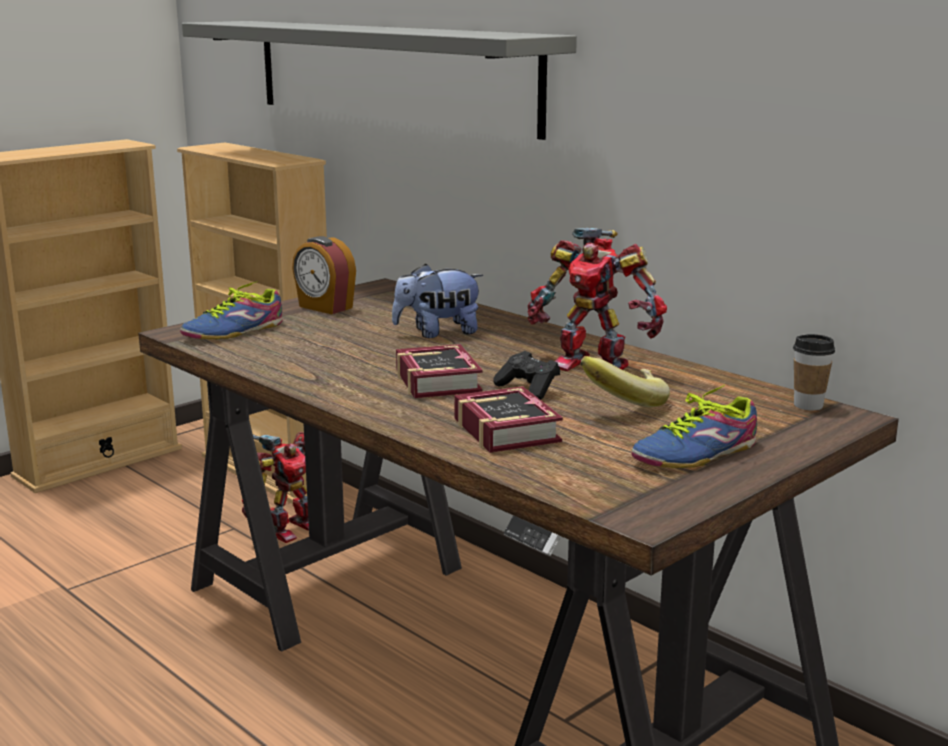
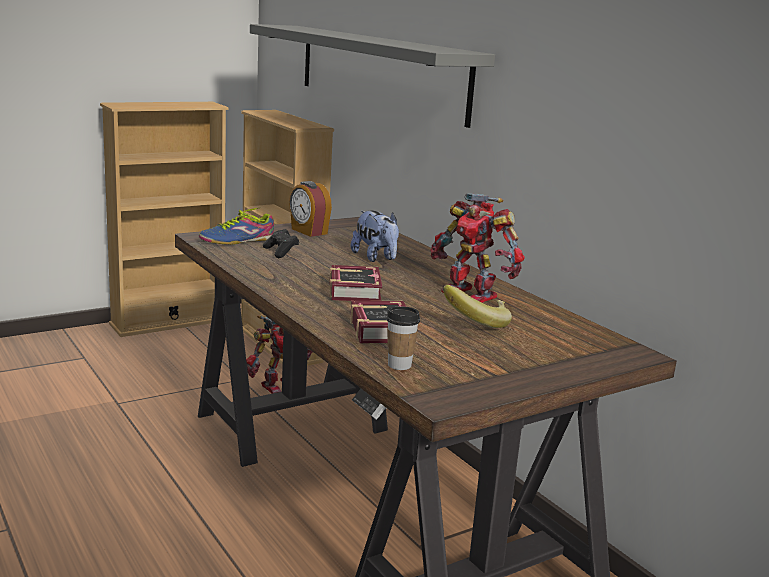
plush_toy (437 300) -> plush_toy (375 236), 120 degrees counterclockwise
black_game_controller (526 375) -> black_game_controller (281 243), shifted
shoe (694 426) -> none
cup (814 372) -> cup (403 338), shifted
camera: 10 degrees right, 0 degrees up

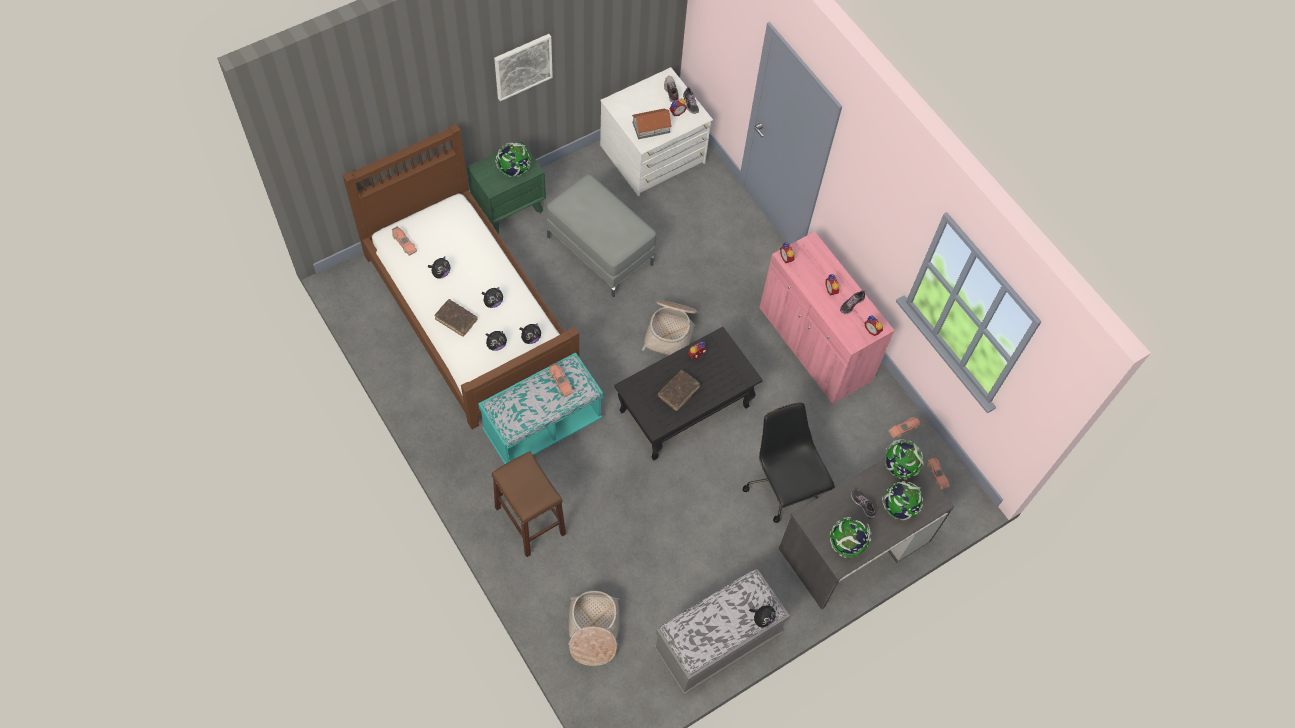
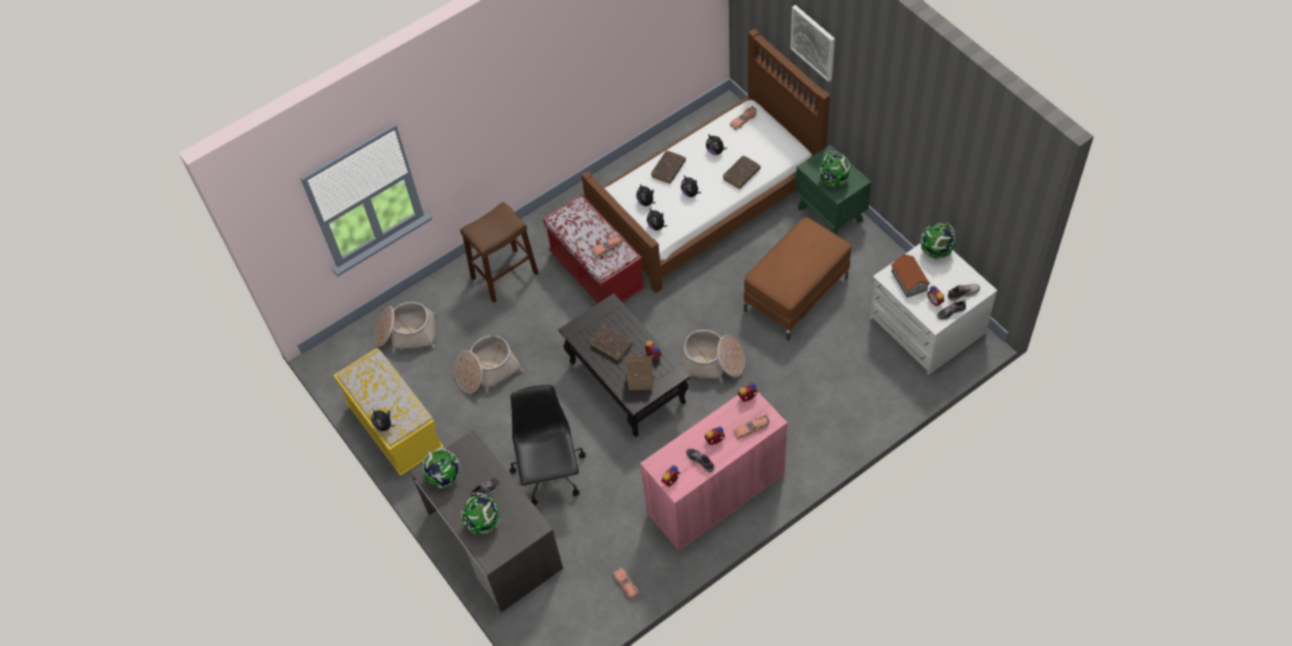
turquoise_bench (540 408) -> red_bench (594 248)
picture (523 67) -> picture (812 43), shifted
grey_ottoman (601 235) -> brown_ottoman (797 278)
grey_bench (722 632) -> yellow_bench (388 412)
black_office_chair (789 462) -> black_office_chair (547 445), 75 degrees counterclockwise
globe (904 459) -> globe (938 241), shifted
toy_car (938 473) -> toy_car (751 427), shifted
none -> basket (489 364)
none -> toy_house (640 373)
none -> brown_book (742 172)
camera: 95 degrees right, 5 degrees down

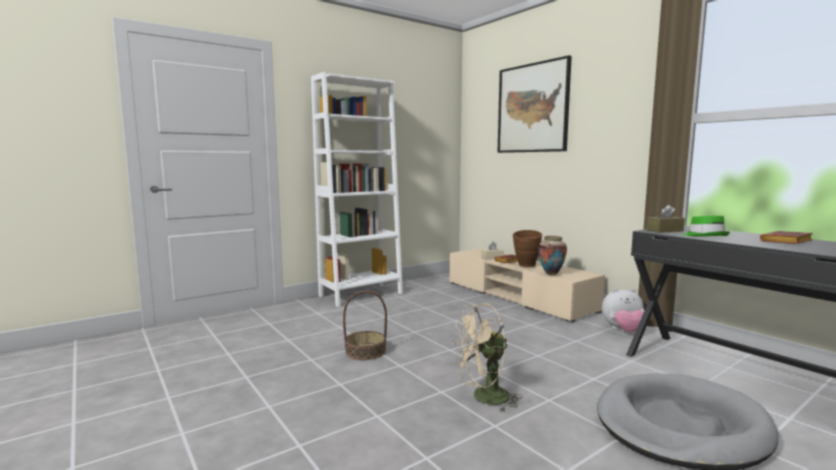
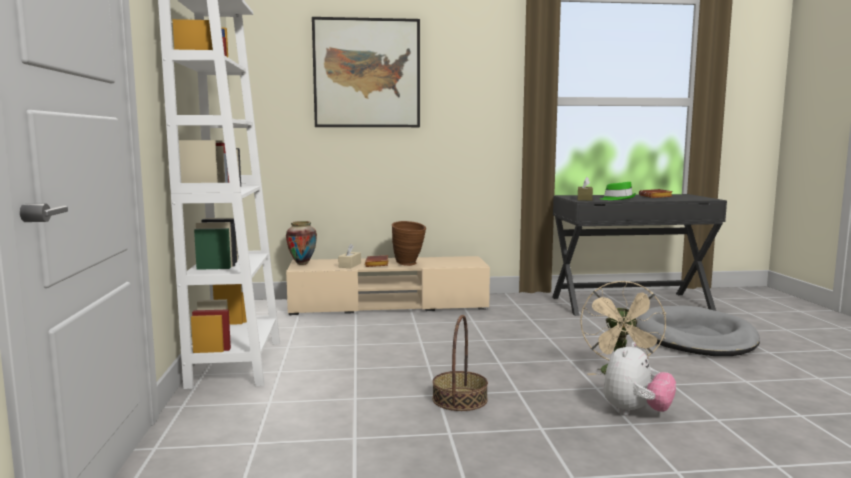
vase (552 256) -> vase (301 243), shifted
plush_toy (623 310) -> plush_toy (639 378), shifted
camera: 60 degrees left, 0 degrees up

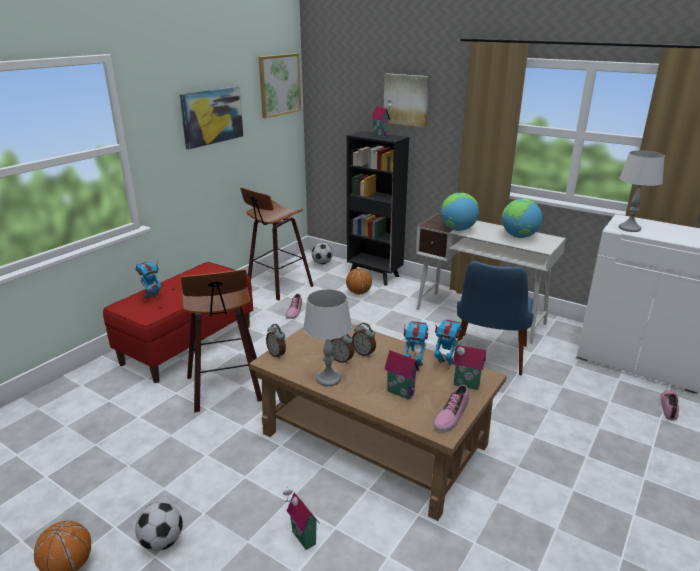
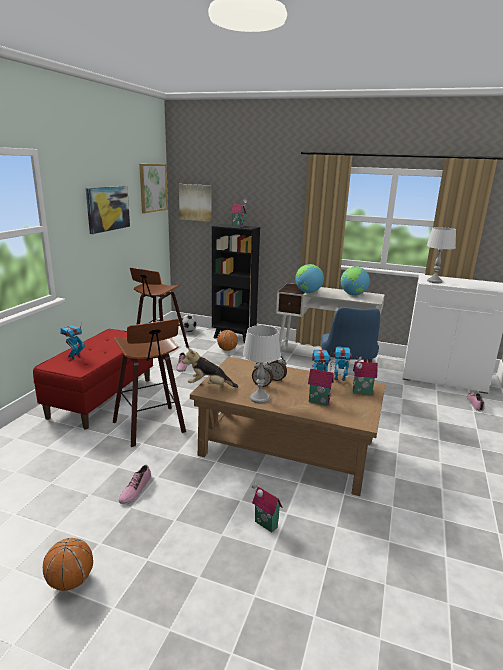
football (159 526) -> none
alarm_clock (276 341) -> plush_toy (210 367)
picture (406 100) -> picture (195 203), shifted
shoe (451 408) -> shoe (135 484), shifted
camera: 15 degrees left, 5 degrees down

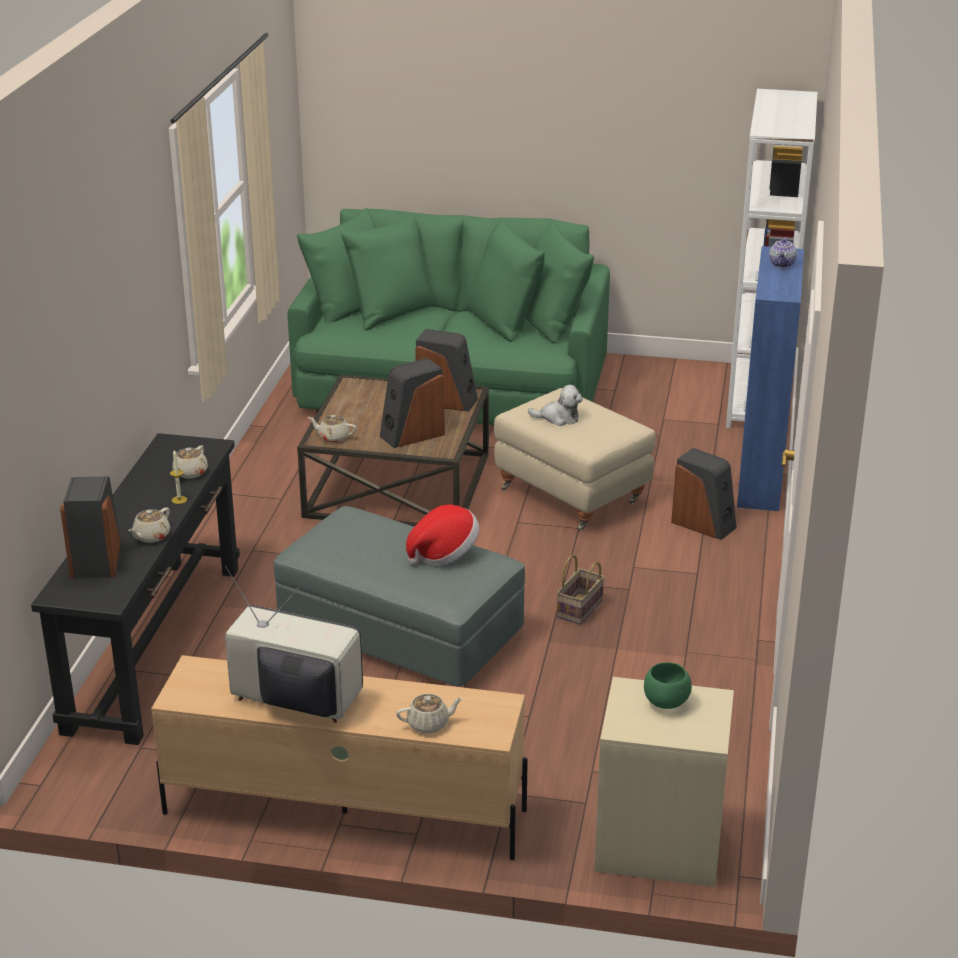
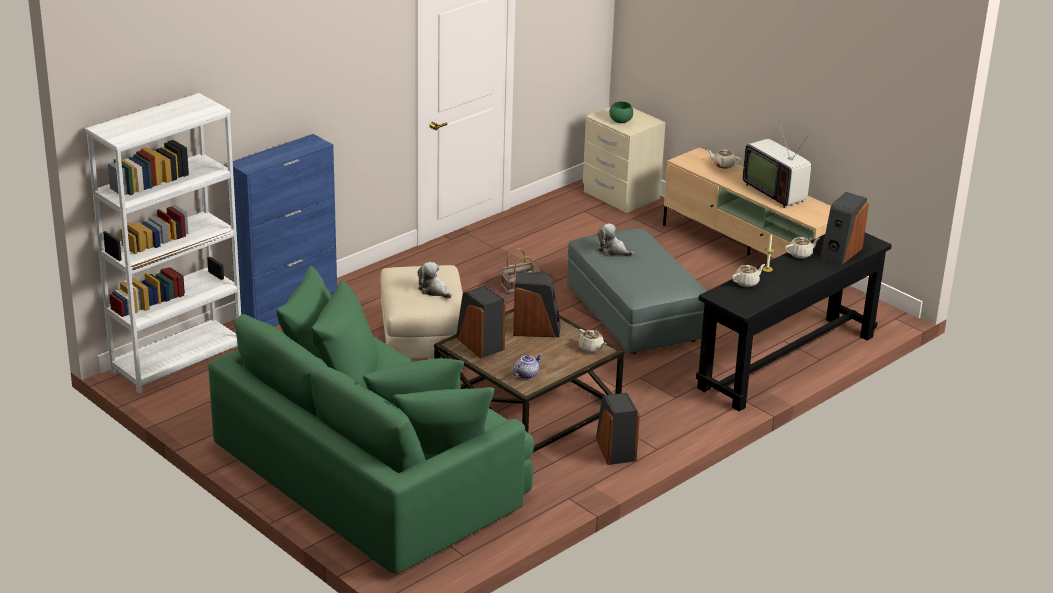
hat (442 535) -> plush_toy (615 240)
speaker (704 494) -> speaker (618 429), shifted
teapot (783 252) -> teapot (527 366), shifted
camera: 145 degrees left, 0 degrees up

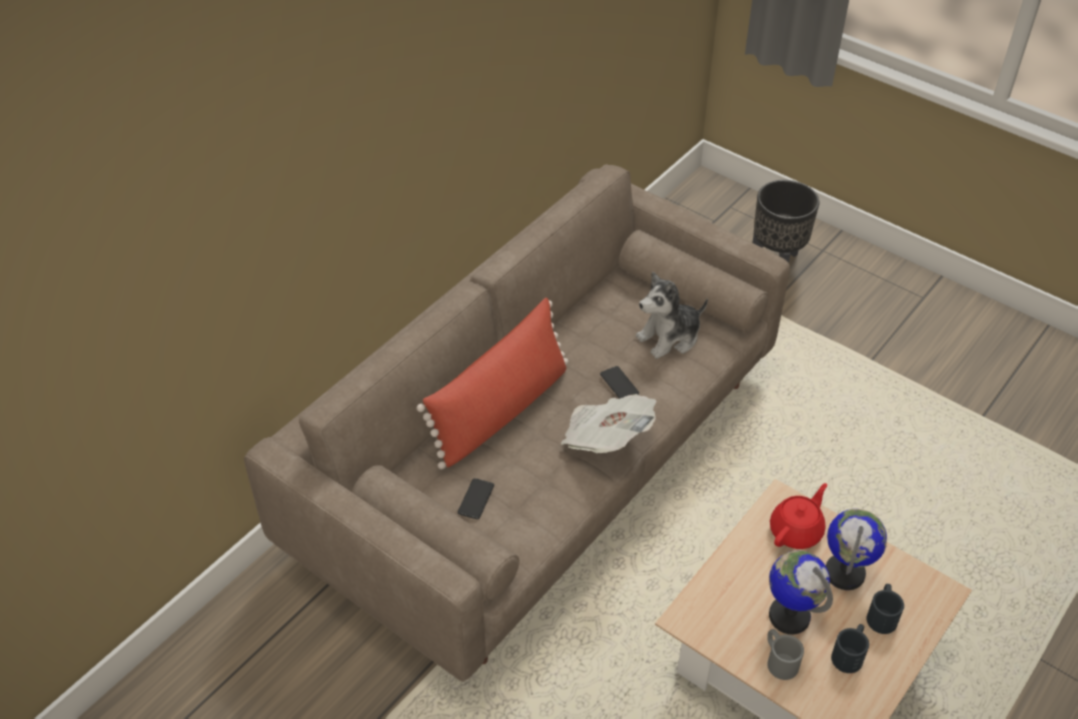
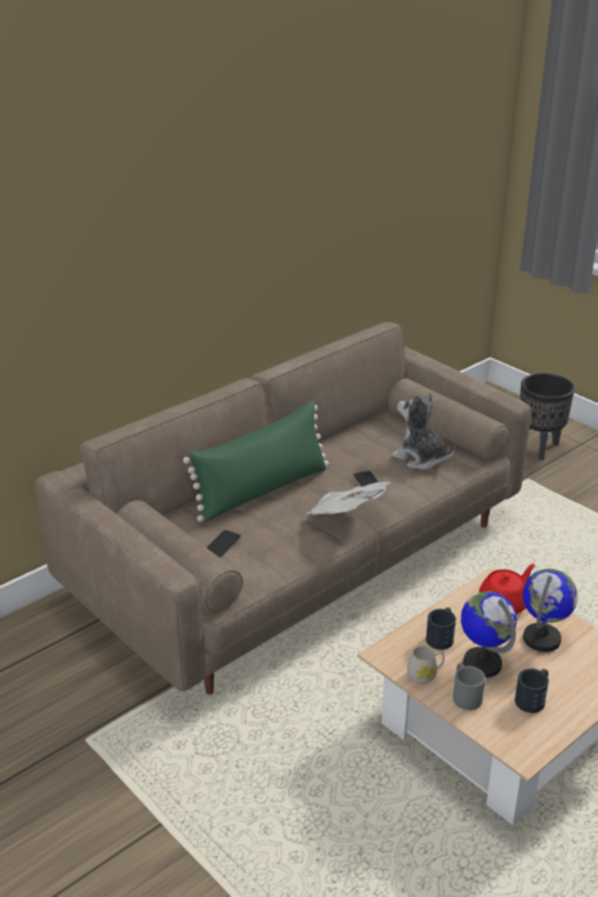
red_pillow (493 383) -> green_pillow (256 461)
plush_toy (672 315) -> plush_toy (423 431), 60 degrees clockwise
black_mug (885 609) -> black_mug (441 628), shifted
none -> white_mug (426 665)
camera: 10 degrees right, 15 degrees down

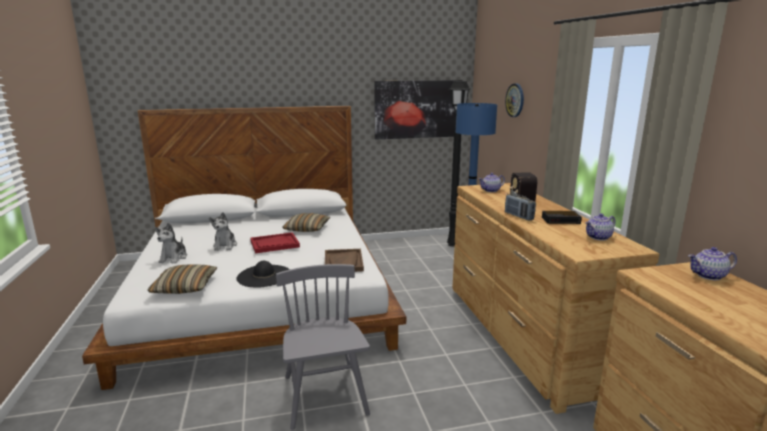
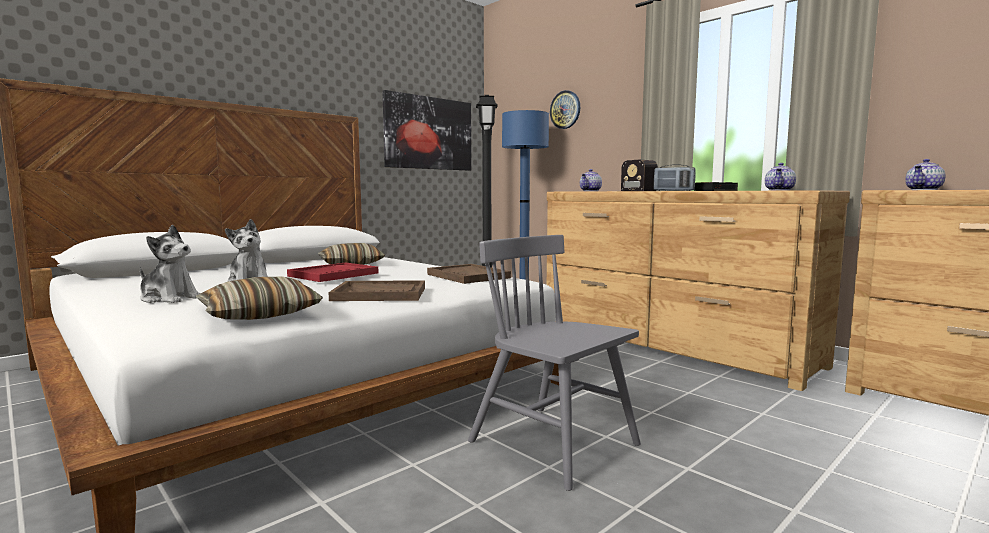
plush_toy (171 243) -> plush_toy (170 264), 45 degrees counterclockwise
black_hat (263 274) -> brown_tray (377 290)
camera: 30 degrees left, 10 degrees down

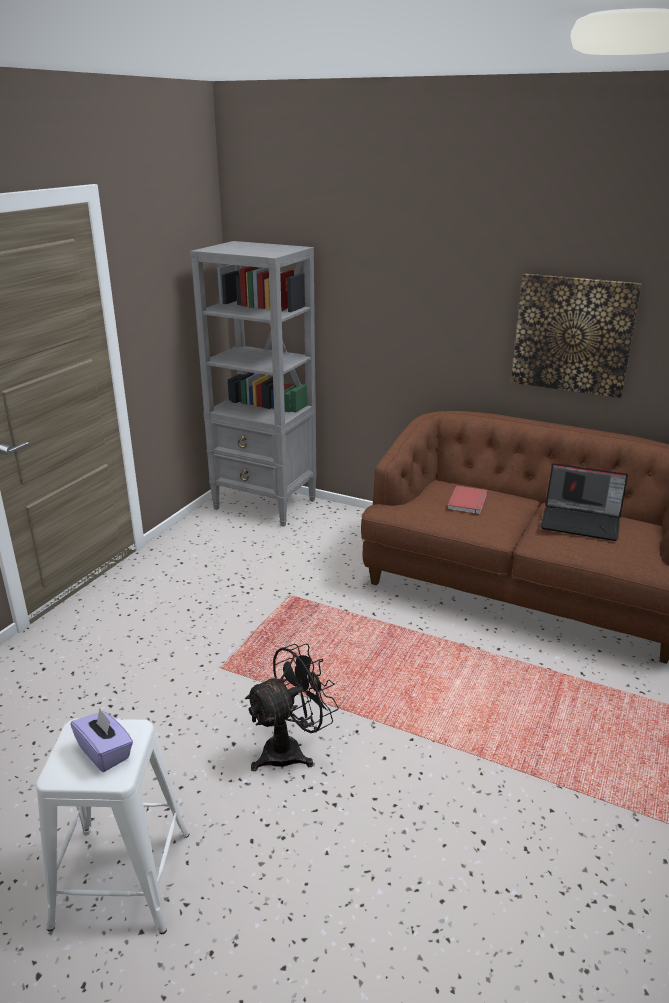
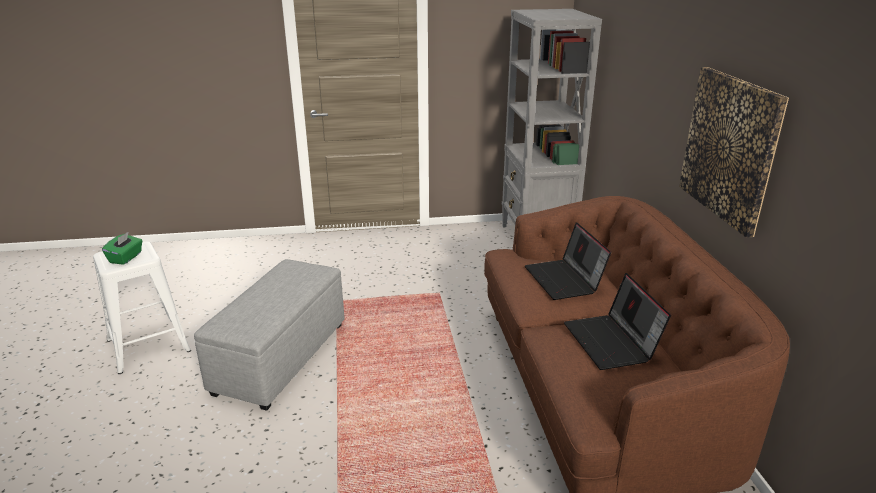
purple_tissue_box (101 740) -> green_tissue_box (122 248)
black_fan (292 707) -> grey_ottoman (269 335)
red_book (467 500) -> laptop (568 261)
camera: 55 degrees right, 0 degrees up

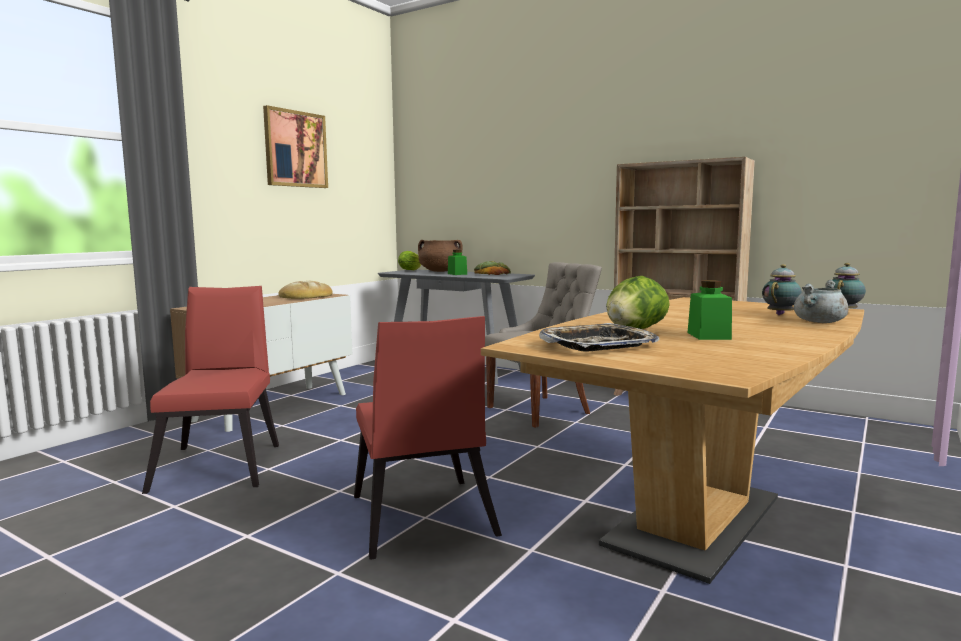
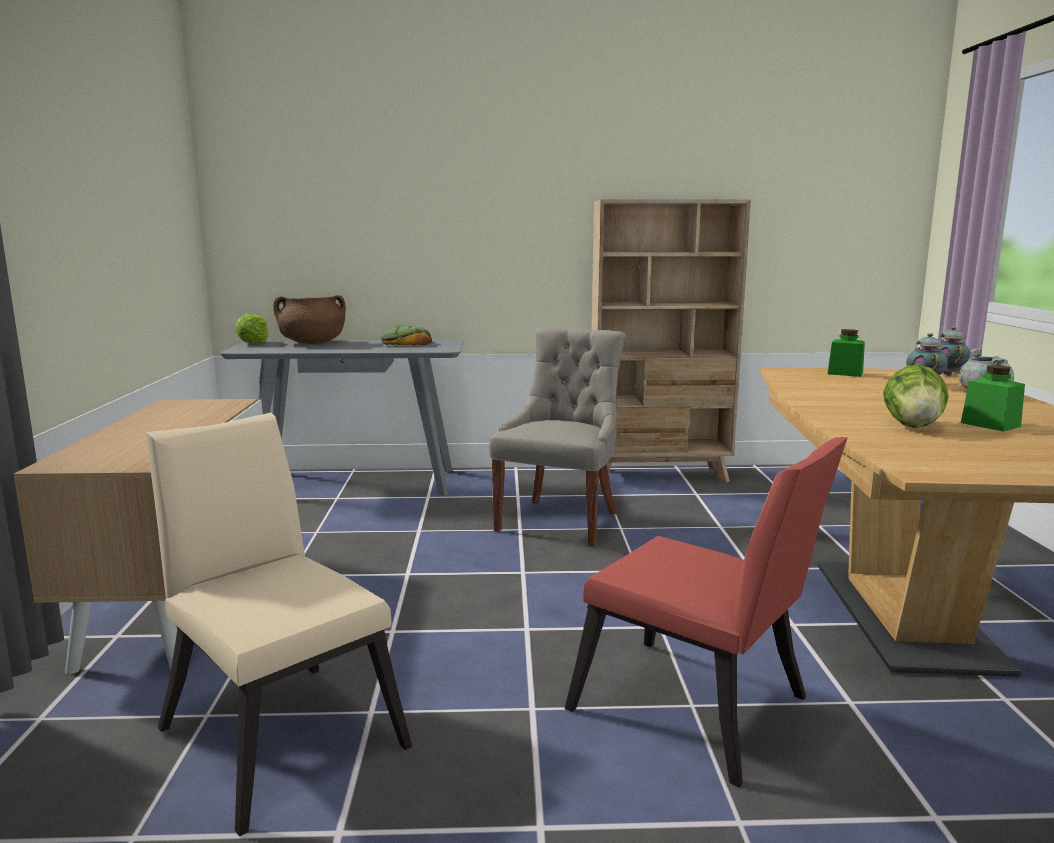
red_chair (210 390) -> beige_chair (279 624)
picture (295 146) -> none
bread (305 290) -> none
green_jar (457 262) -> green_jar (846 353), shifted
tray (599 337) -> none
camera: 35 degrees left, 5 degrees up

